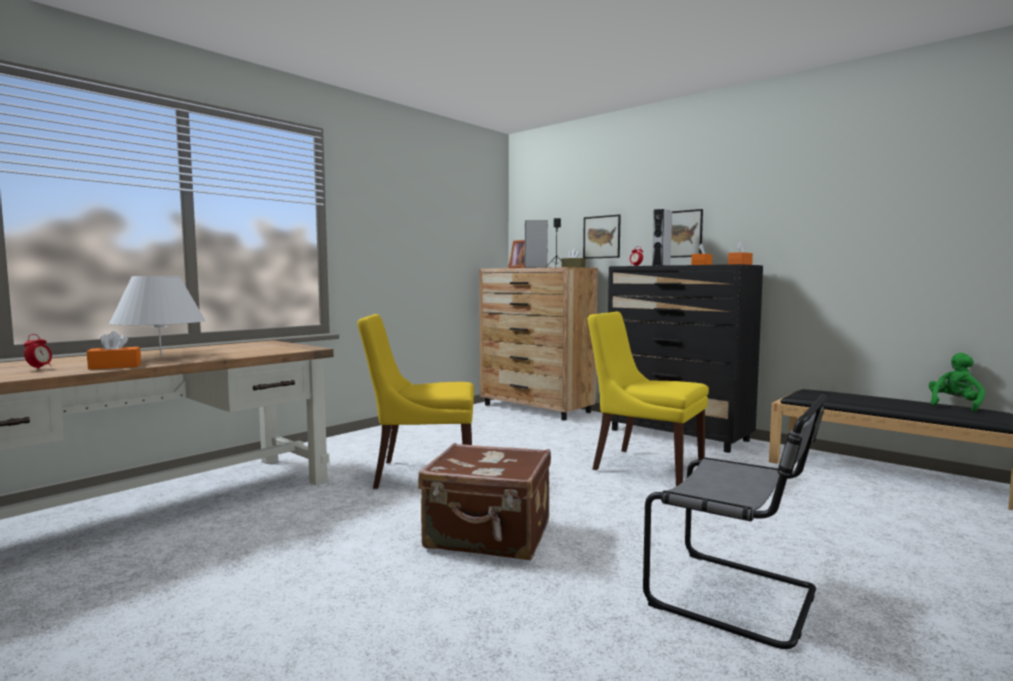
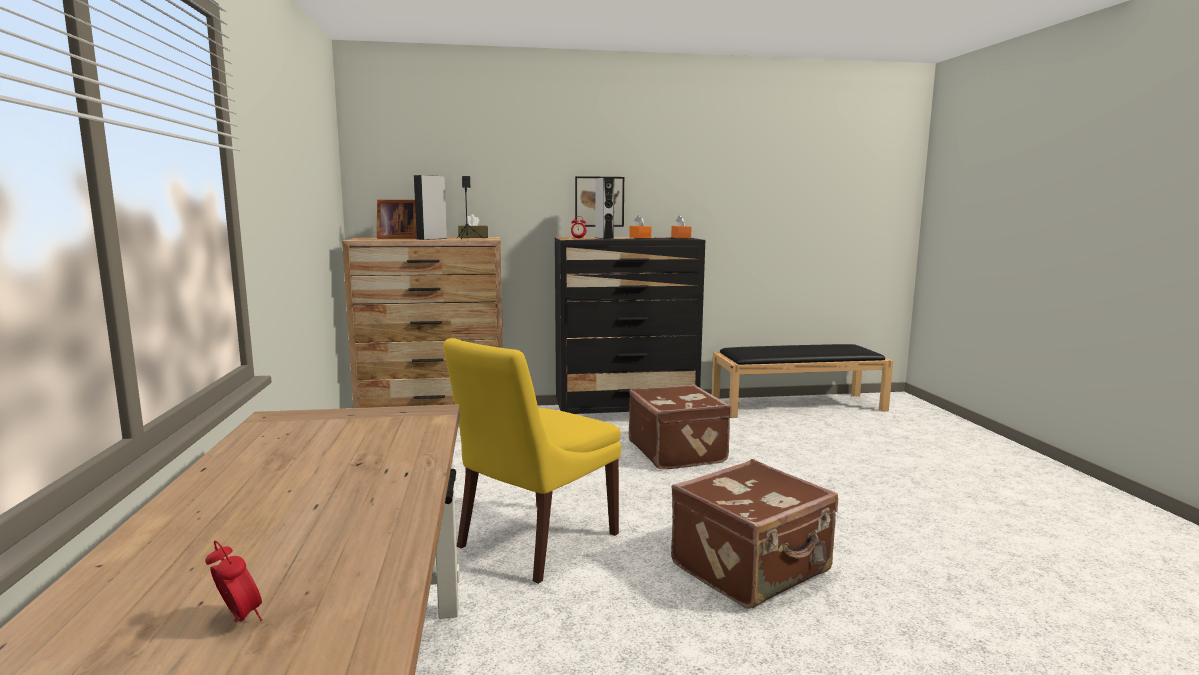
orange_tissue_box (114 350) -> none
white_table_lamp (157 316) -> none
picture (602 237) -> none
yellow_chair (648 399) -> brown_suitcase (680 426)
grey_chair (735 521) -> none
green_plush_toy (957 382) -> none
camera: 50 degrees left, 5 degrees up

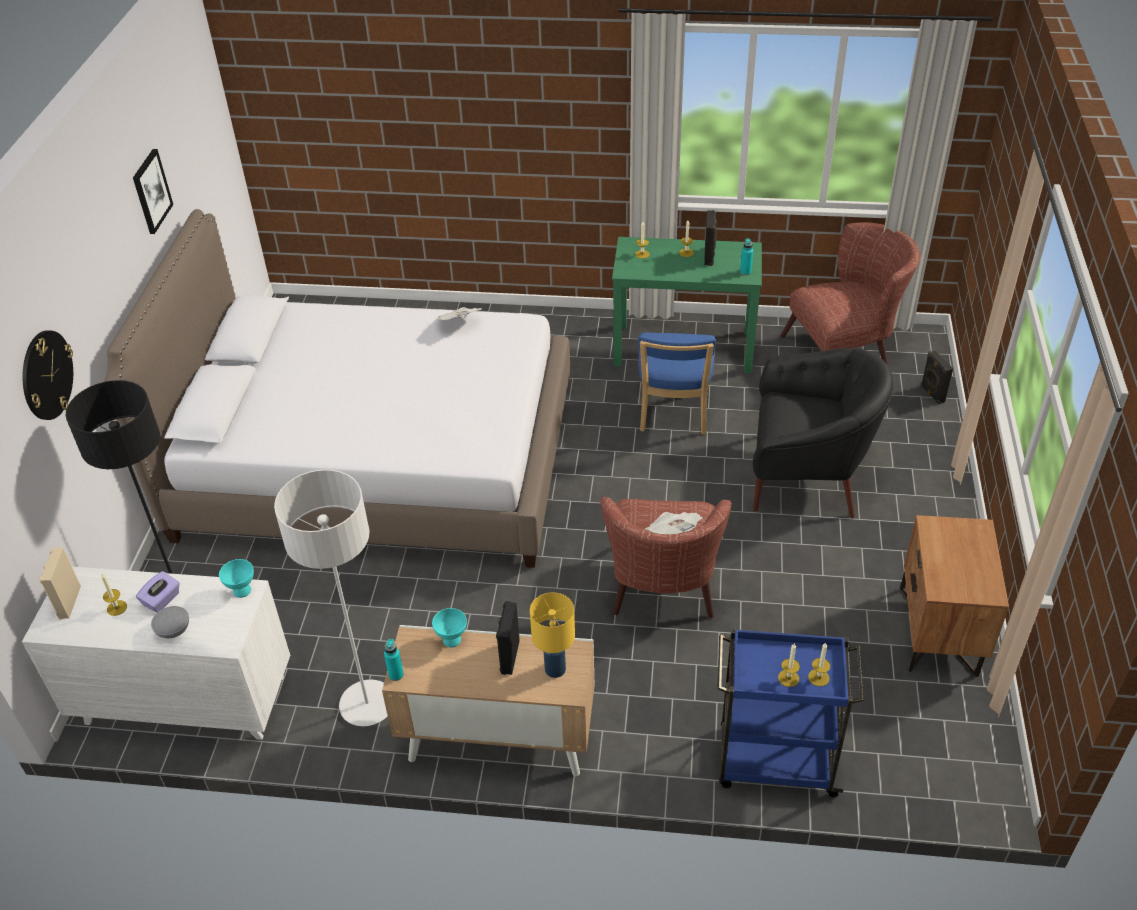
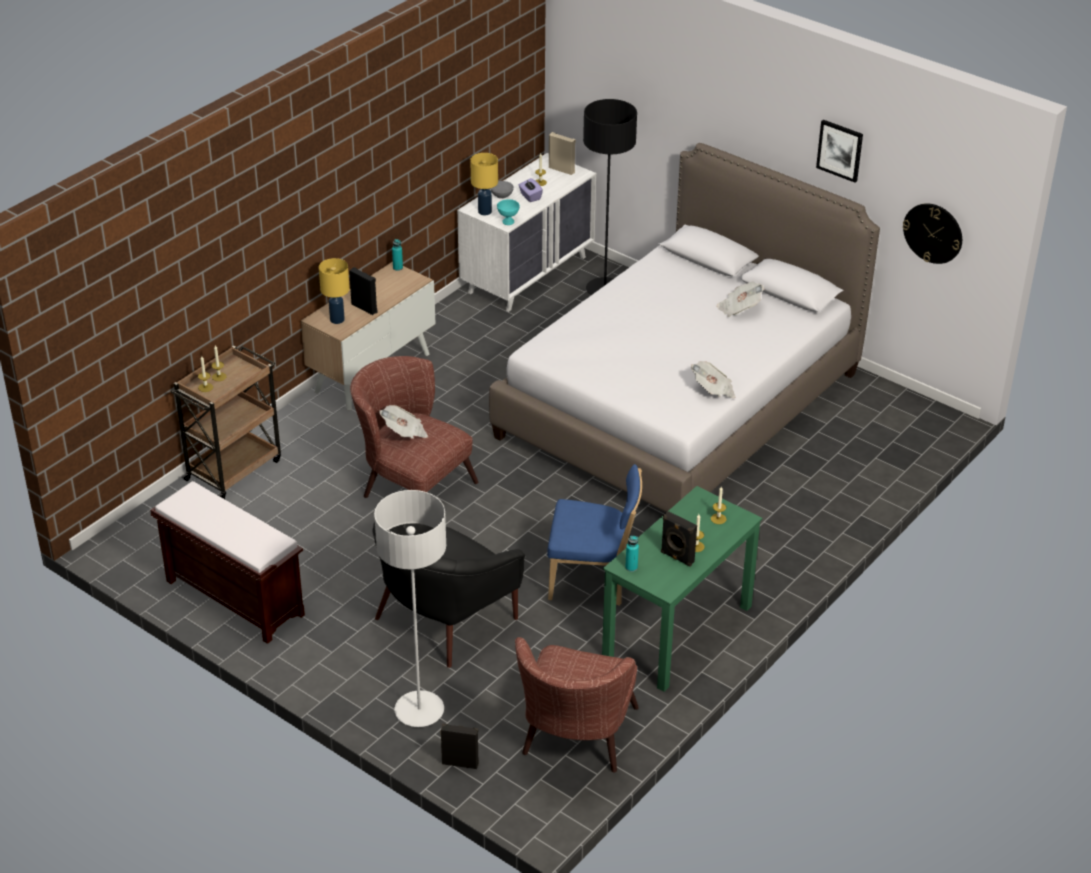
wall_clock (48 375) -> wall_clock (932 233), shifted
grey_floor_lamp (331 597) -> grey_floor_lamp (410 608), shifted
turquoise_bowl (449 627) -> none
blue_chair (677 383) -> blue_chair (594 535), 150 degrees clockwise
blue_cart (790 713) -> brown_cart (226 422)
brown_nightstand (954 596) -> brown_bench (227 562)
none -> yellow_table_lamp (484 184)
none -> newspaper (740 299)
camera: 120 degrees right, 5 degrees down

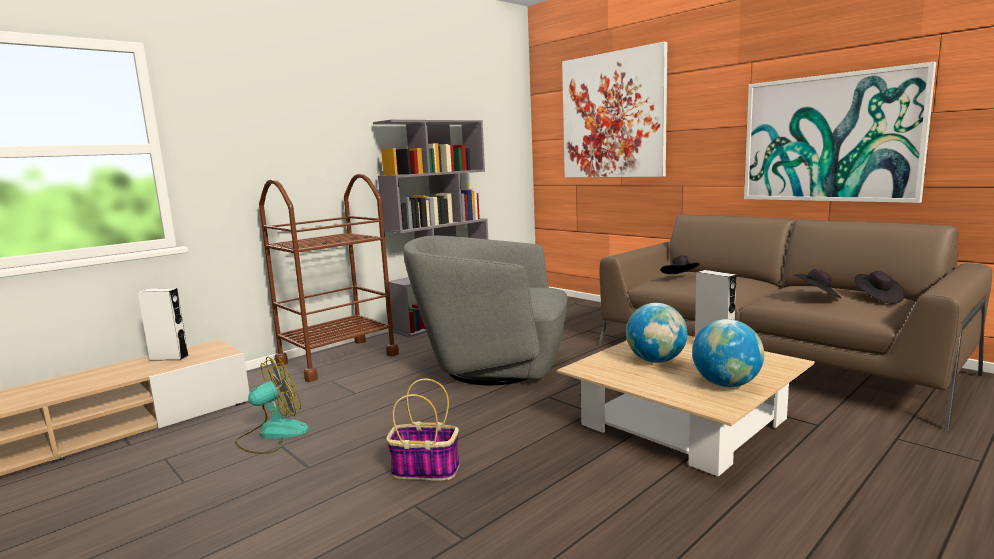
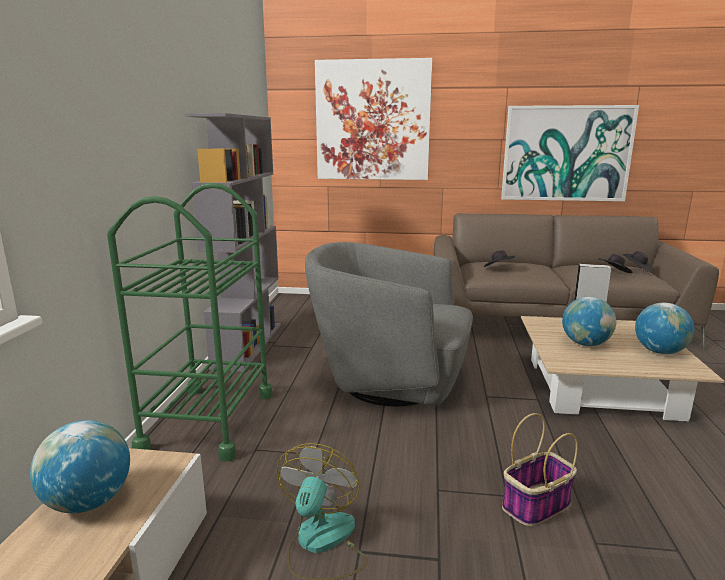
white_speaker (163 324) -> globe (80 466)
brown_cart (329 278) -> green_cart (189 322)
grey_armchair (485 310) -> grey_armchair (389 324), 45 degrees clockwise
camera: 40 degrees left, 5 degrees up

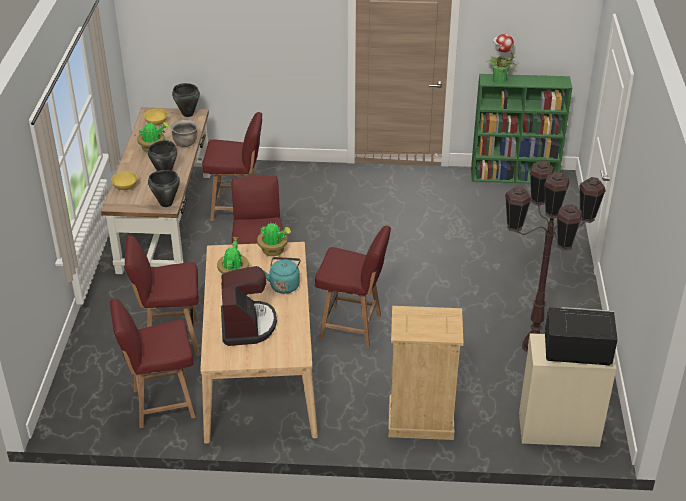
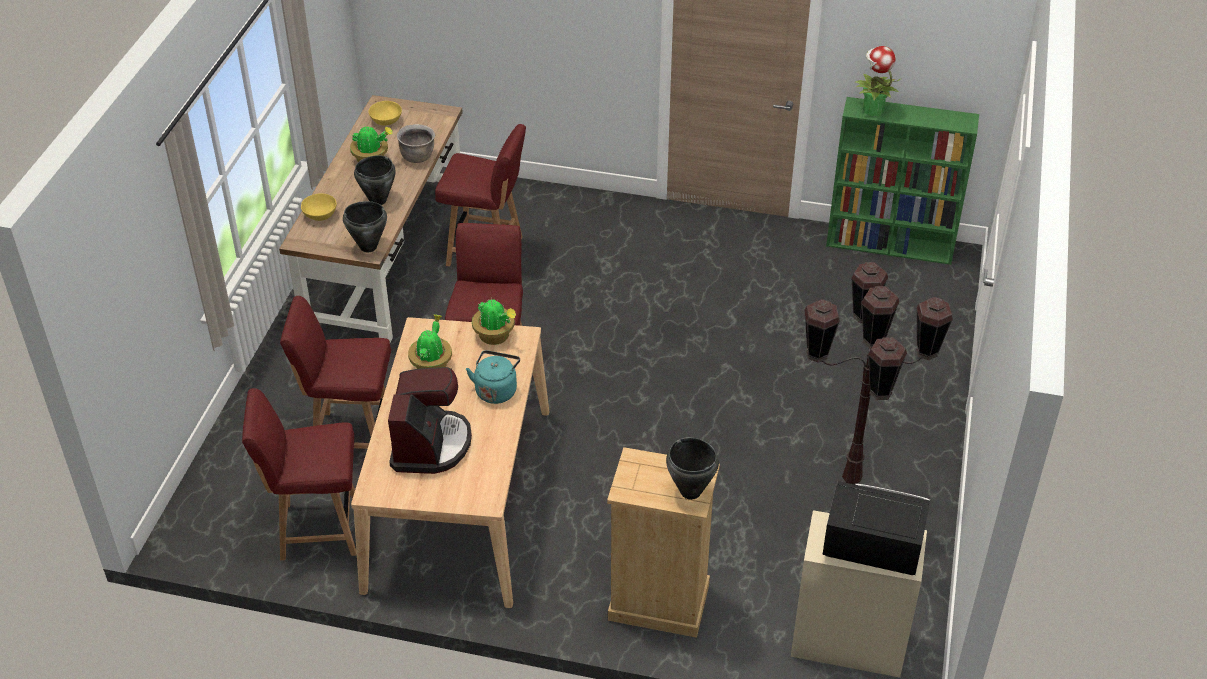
black_cooking_pot (186 100) -> black_cooking_pot (692 468), shifted
red_chair (353 287) -> none
camera: 10 degrees right, 5 degrees up

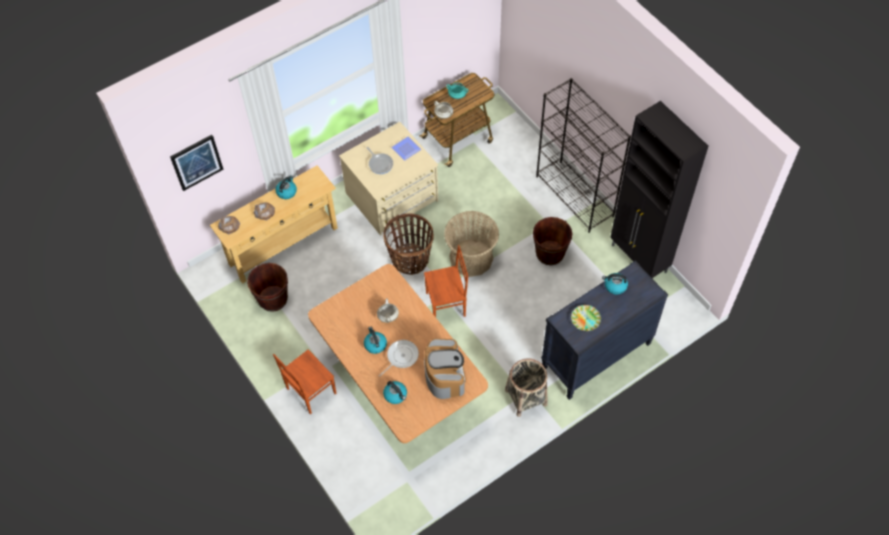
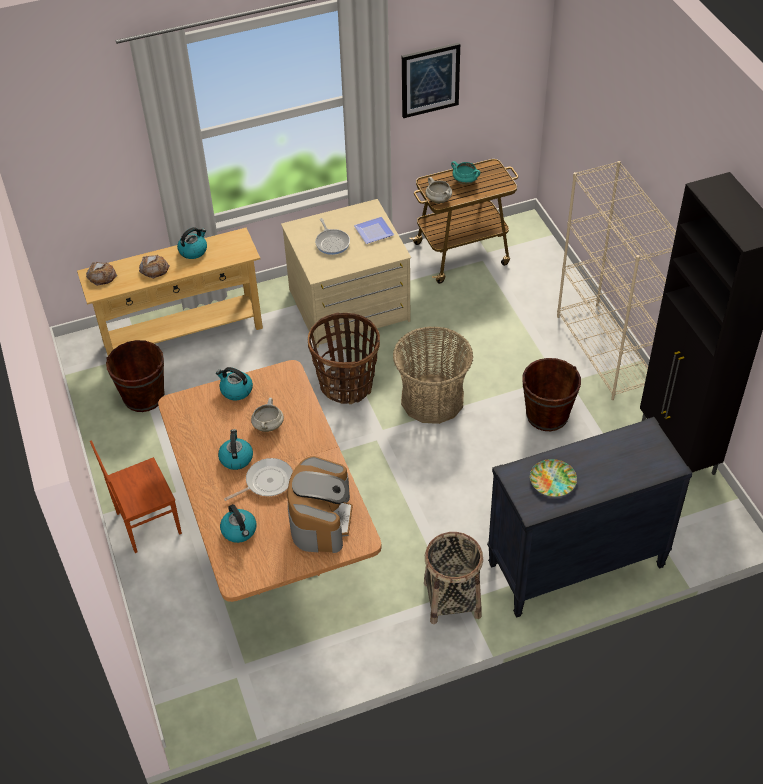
picture (196 163) -> picture (431 80), shifted
brown_chair (446 281) -> none
black_bookcase (583 155) -> beige_bookcase (616 280)
kettle (615 284) -> kettle (234 383), shifted
camera: 15 degrees right, 10 degrees down

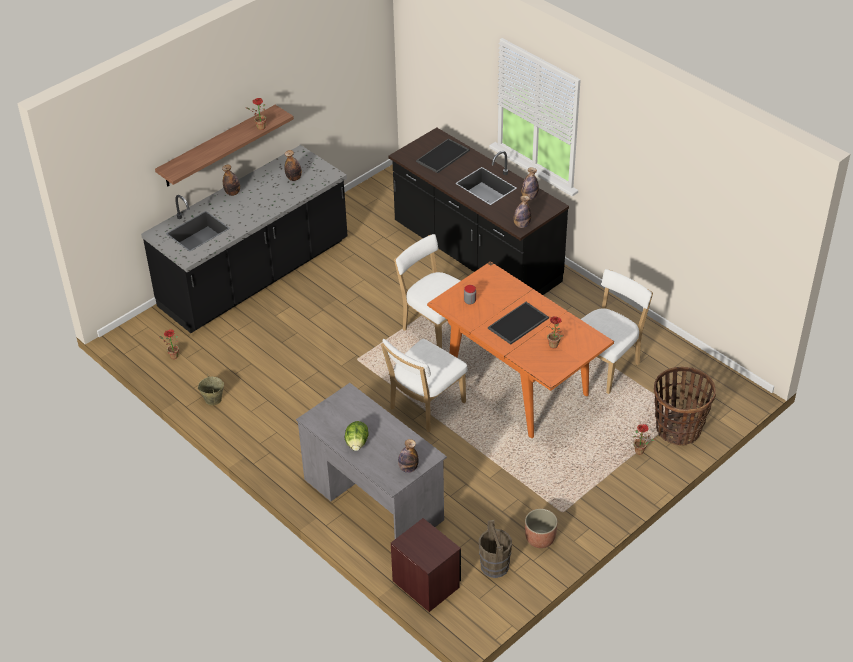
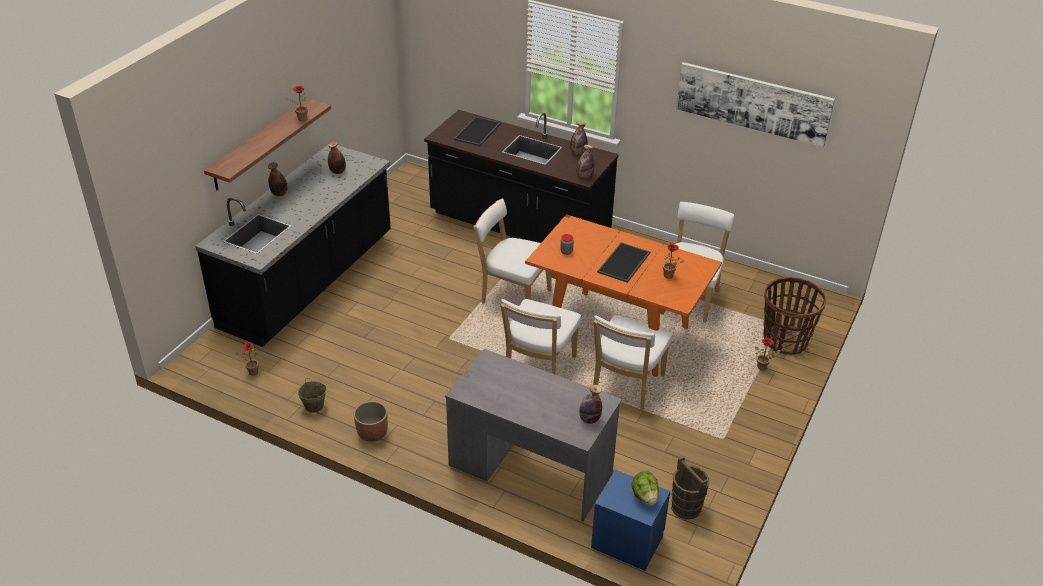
lettuce (357 436) -> lettuce (645 488), shifted
brown_nightstand (426 565) -> blue_nightstand (630 520)
planter (541 528) -> planter (371 421), shifted
none -> white_chair (633 363)
none -> picture (755 104)
camera: 20 degrees left, 5 degrees down

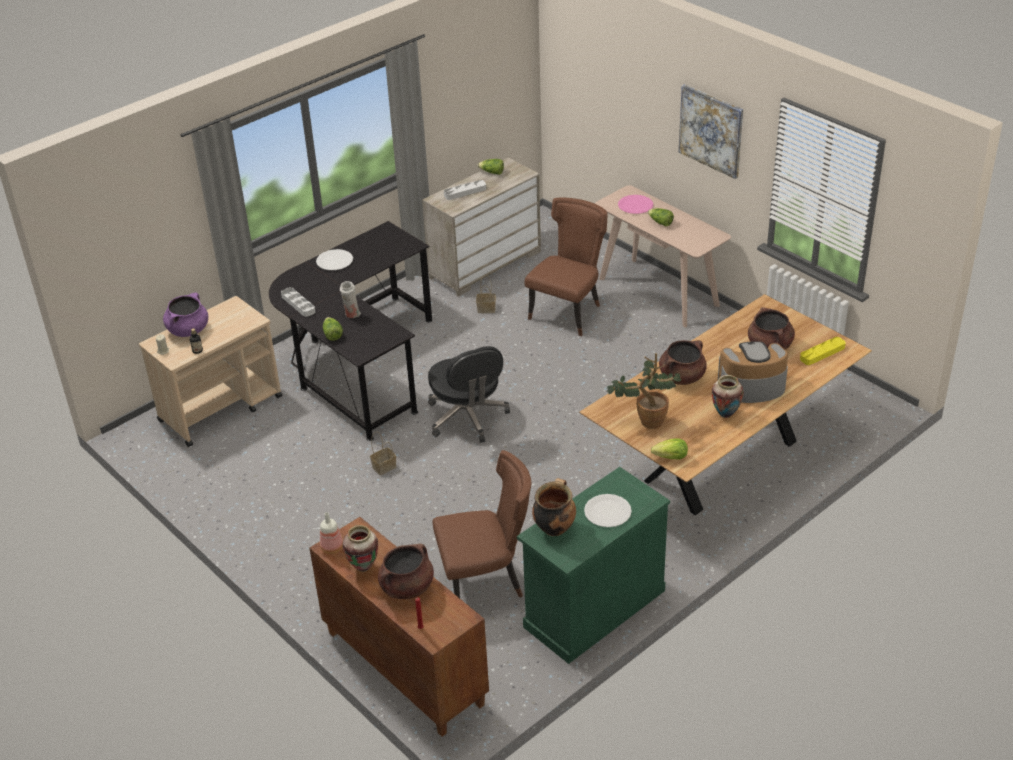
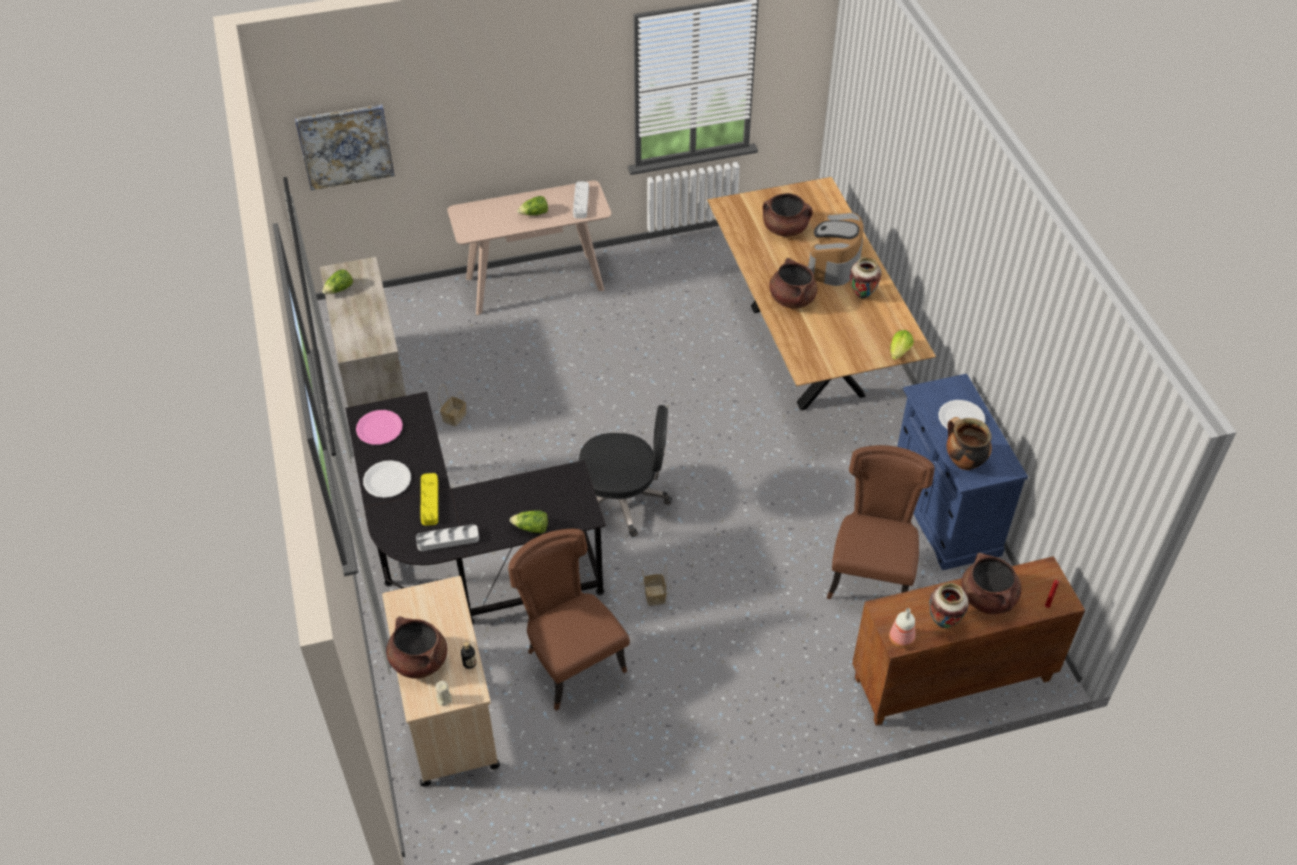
purple_cooking_pot (185 315) -> brown_cooking_pot (416 647)
white_vase (350 299) -> none
grey_tray (465 190) -> grey_tray (581 200), shifted
green_cabinet (593 565) -> blue_cabinet (962 472)
brown_chair (566 266) -> brown_chair (569 620), shifted
potted_plant (644 391) -> none
pink_plate (635 204) -> pink_plate (379 427), shifted
picture (711 131) -> picture (345 147), shifted
yellow_tray (823 351) -> yellow_tray (429 499), shifted
camera: 65 degrees left, 10 degrees up

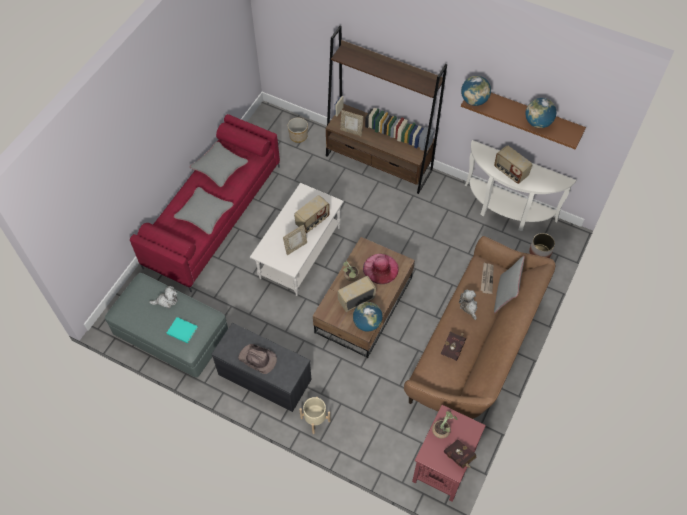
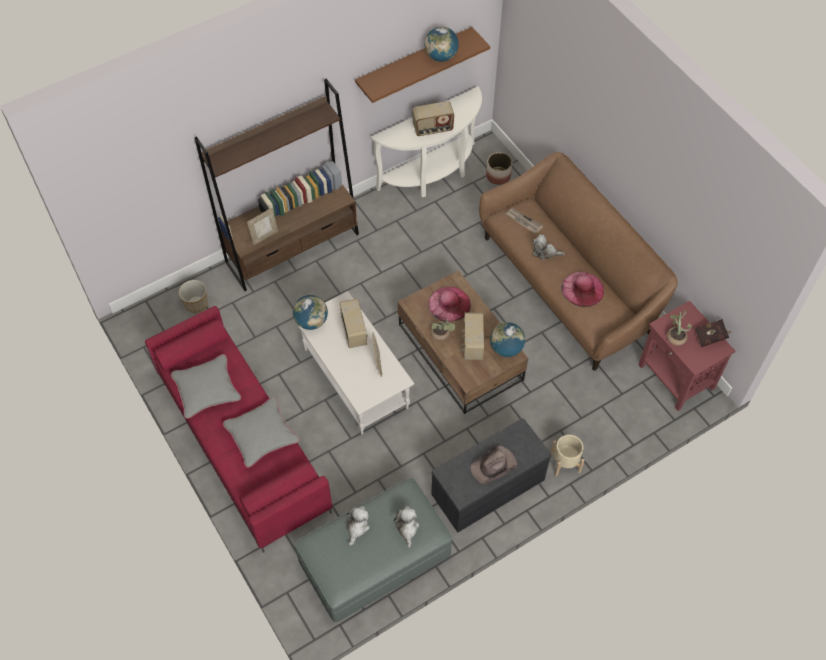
turquoise_book (182 330) -> plush_toy (406 527)
red_book (453 346) -> pink_hat (583 289)
globe (476 91) -> globe (310 312), shifted
grey_pillow (509 284) -> none
camera: 60 degrees left, 0 degrees up

